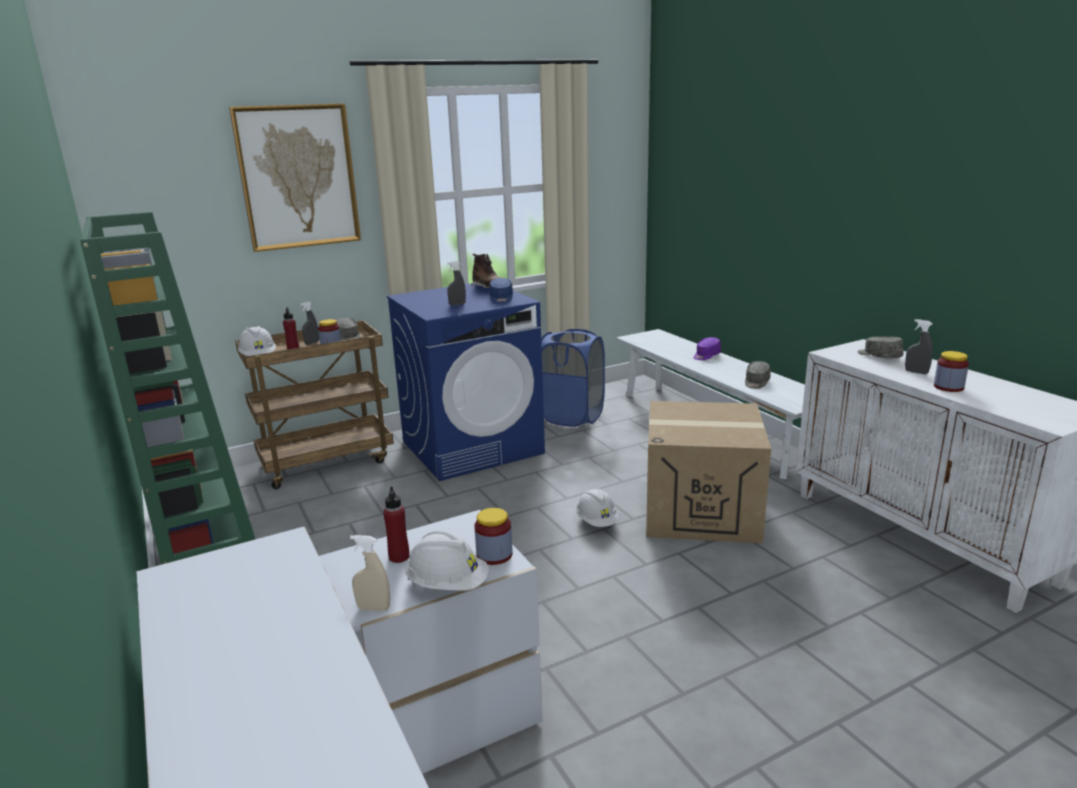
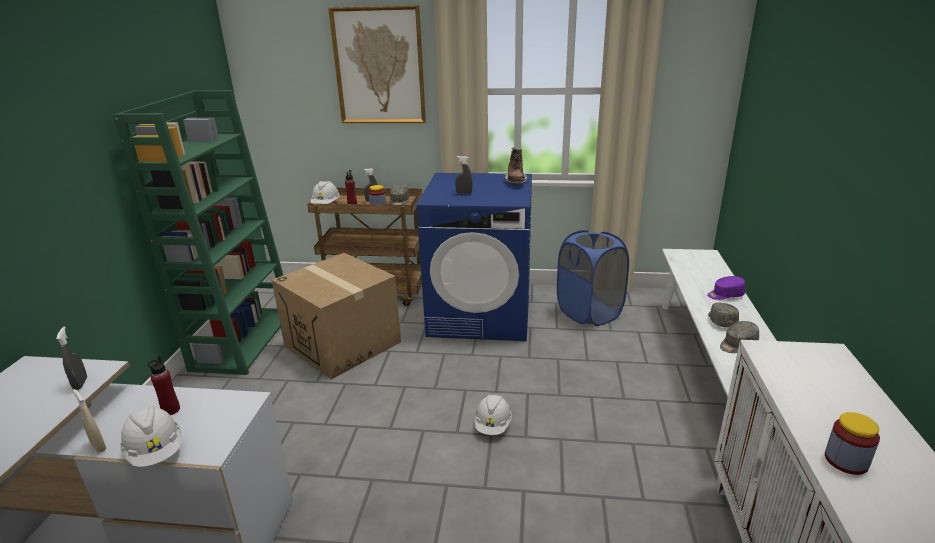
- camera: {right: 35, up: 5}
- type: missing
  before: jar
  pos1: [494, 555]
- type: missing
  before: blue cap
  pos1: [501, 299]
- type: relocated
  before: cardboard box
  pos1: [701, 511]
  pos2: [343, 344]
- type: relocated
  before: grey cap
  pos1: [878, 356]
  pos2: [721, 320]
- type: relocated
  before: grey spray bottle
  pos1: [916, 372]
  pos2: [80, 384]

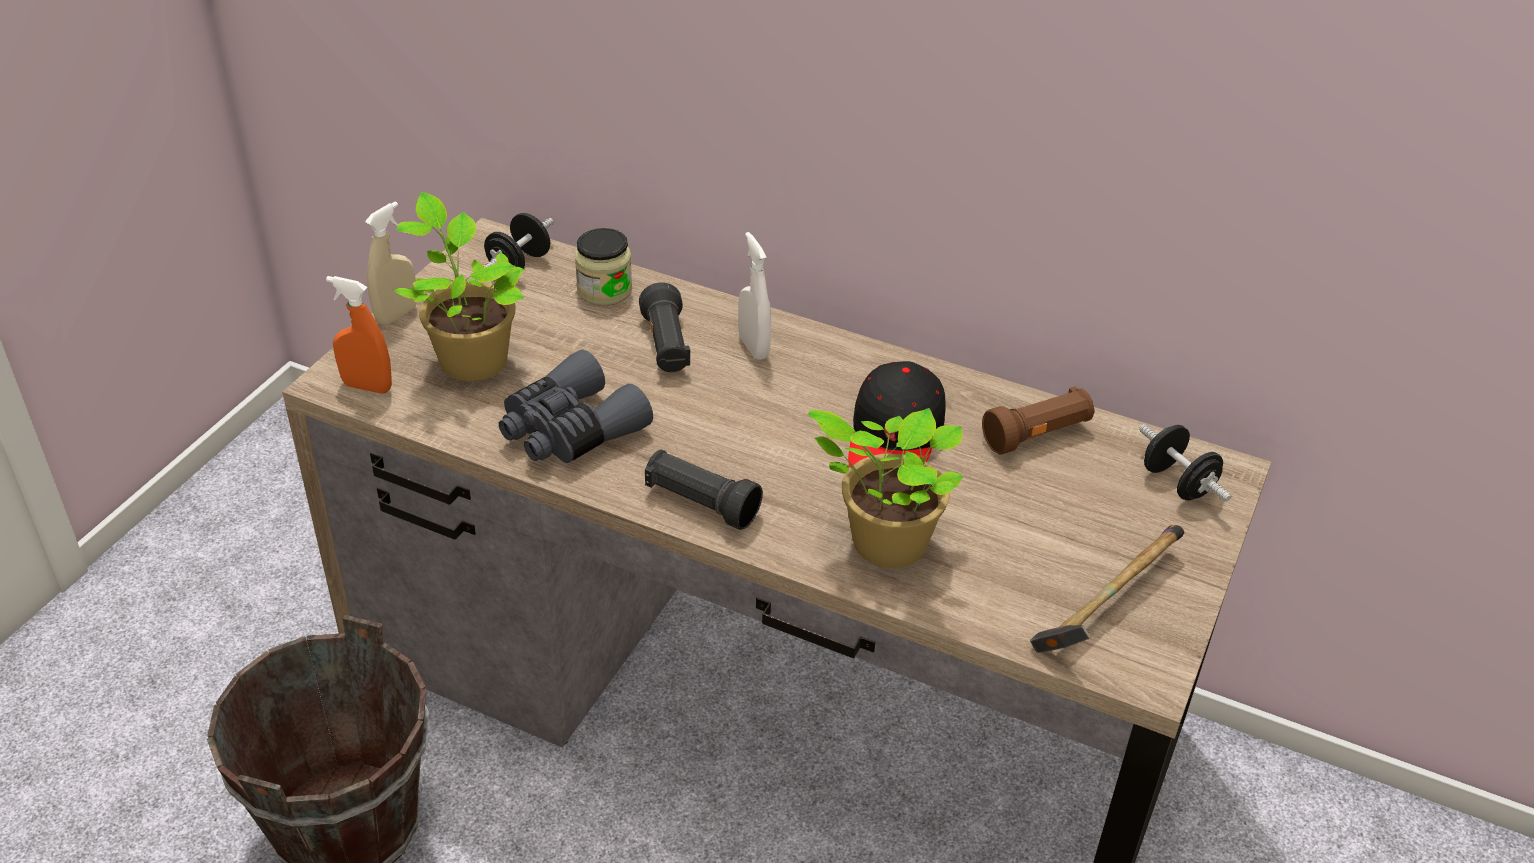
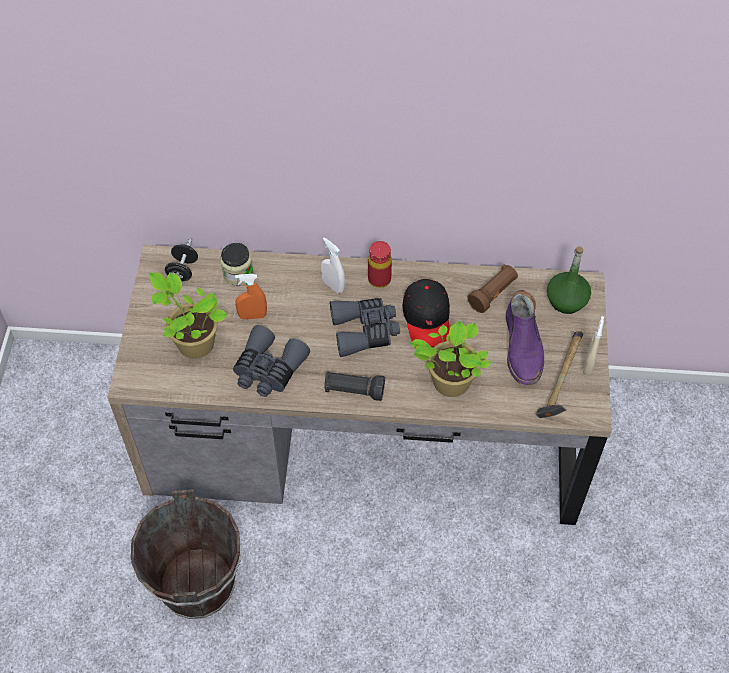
- camera: {right: -20, up: 15}
- type: relocated
  before: orange spray bottle
  pos1: [367, 386]
  pos2: [252, 316]
- type: relocated
  before: beige spray bottle
  pos1: [397, 314]
  pos2: [588, 365]
- type: missing
  before: black flashlight
  pos1: [666, 346]
- type: exchanged
  before: black dumbbell
  after: green bottle
  pos1: [1177, 483]
  pos2: [566, 300]
- type: appeared
  after: grey binoculars
  pos2: [365, 331]
- type: appeared
  after: red bottle
  pos2: [379, 279]
- type: appeared
  after: purple boot
  pos2: [523, 348]

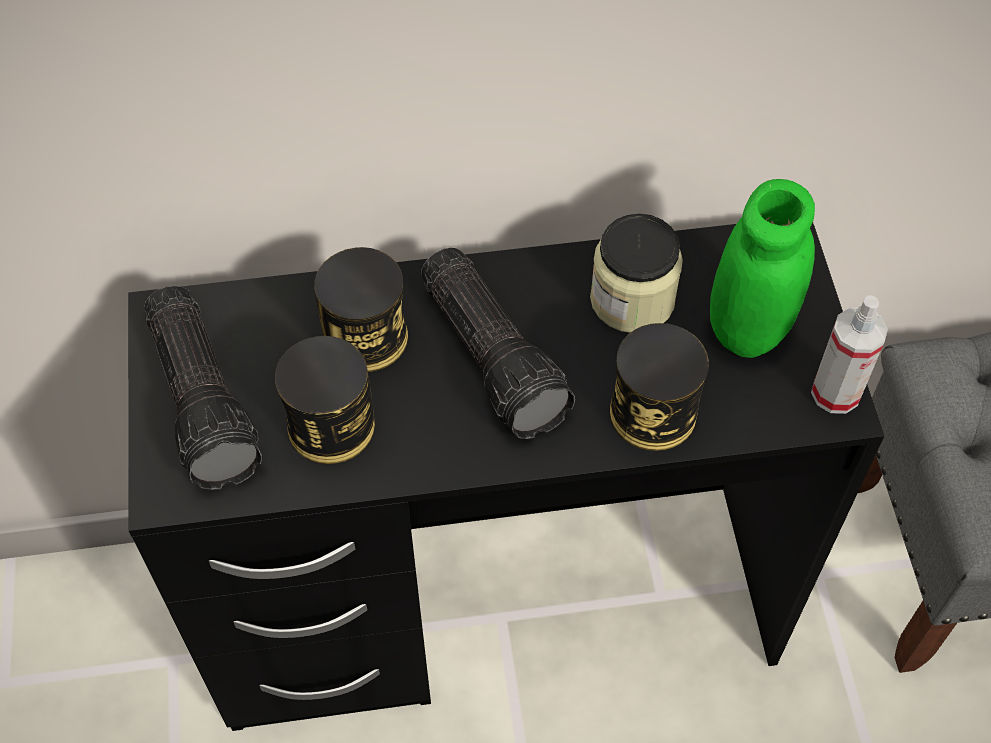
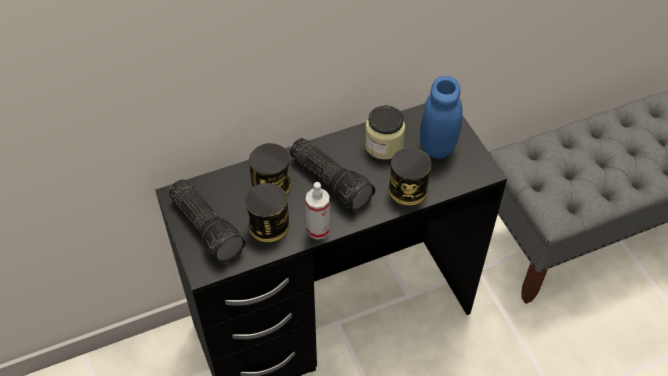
- camera: {right: -15, up: -5}
- type: colour
  before: green jar
  after: blue jar
  pos1: [749, 328]
  pos2: [437, 147]
- type: relocated
  before: spray bottle
  pos1: [835, 393]
  pos2: [318, 229]

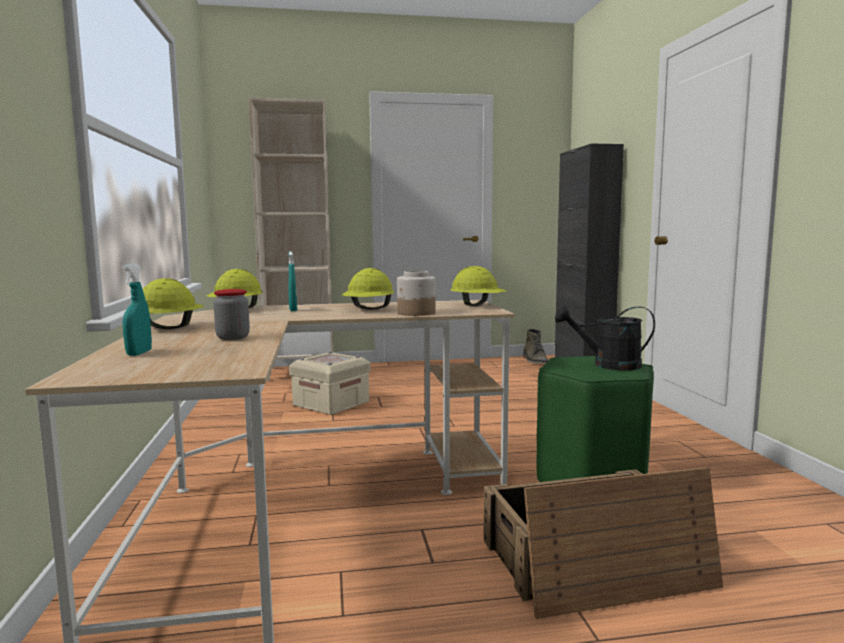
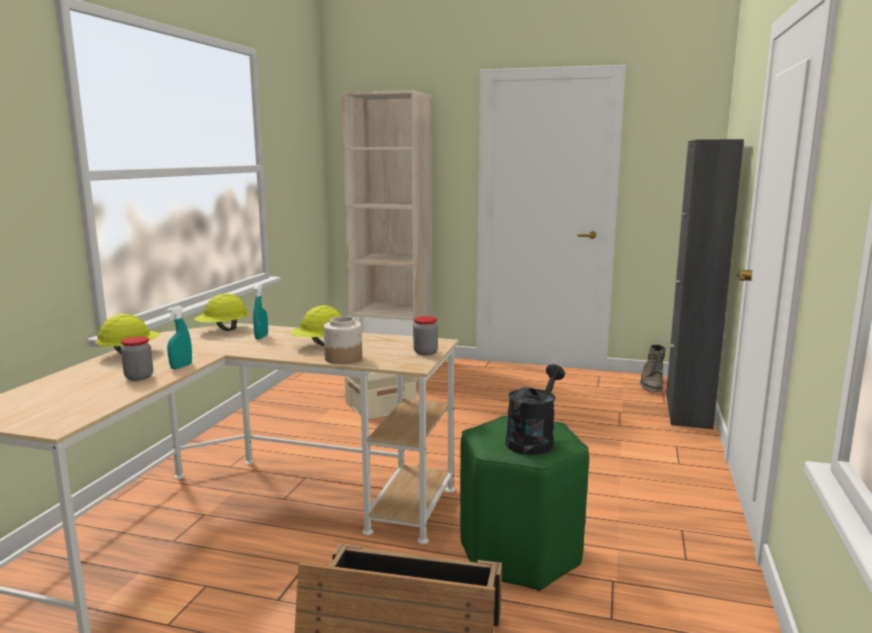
- camera: {right: 25, up: 5}
- type: relocated
  before: turquoise spray bottle
  pos1: [139, 353]
  pos2: [181, 367]
- type: exchanged
  before: yellow hard hat
  after: jar
  pos1: [478, 306]
  pos2: [425, 352]
- type: spun
  before: black watering can
  pos1: [608, 365]
  pos2: [533, 440]
  turn: 90

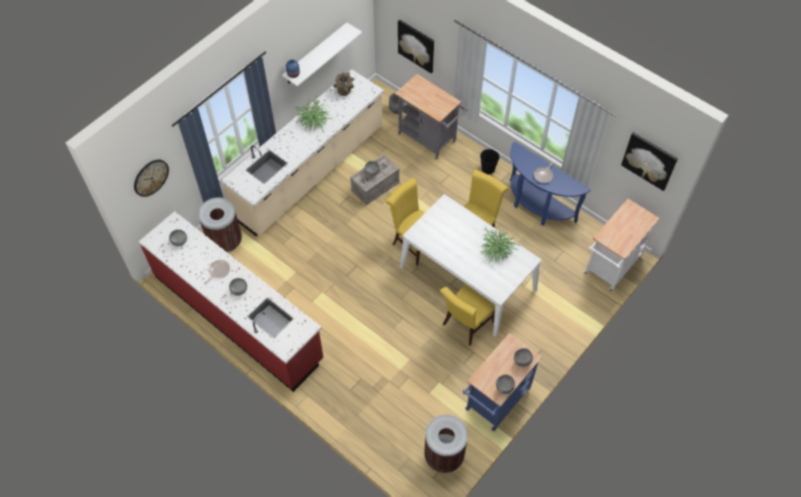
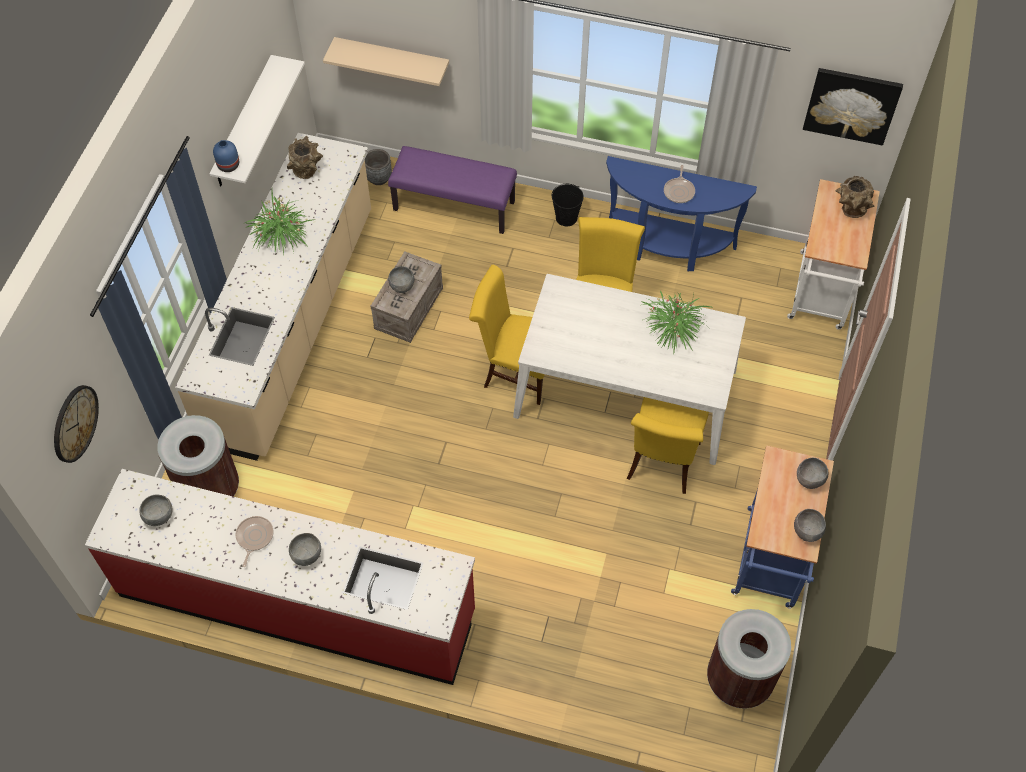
- camera: {right: -25, up: 0}
- type: exchanged
  before: grey cart
  after: purple bench
  pos1: [430, 139]
  pos2: [454, 205]
- type: exchanged
  before: picture
  after: beige shelf
  pos1: [416, 45]
  pos2: [392, 59]
- type: appeared
  after: brown vase
  pos2: [850, 211]

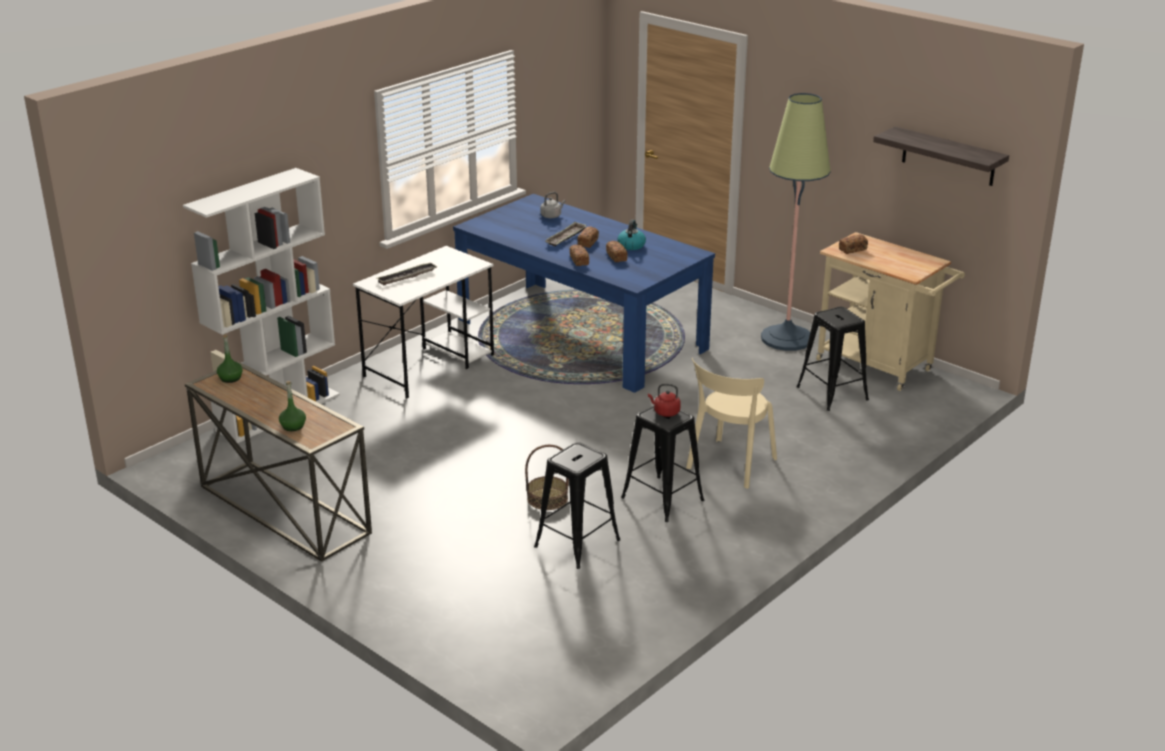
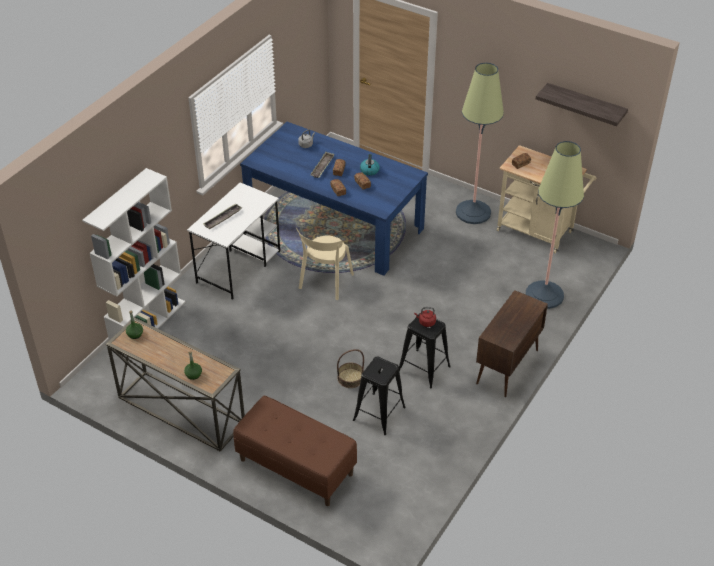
- camera: {right: -10, up: 15}
- type: relocated
  before: beige chair
  pos1: [729, 465]
  pos2: [325, 283]
- type: missing
  before: black stool
  pos1: [832, 393]
- type: appeared
  after: brown bench
  pos2: [295, 467]
- type: appeared
  after: brown cabinet
  pos2: [507, 367]
- type: appeared
  after: floor lamp
  pos2: [544, 295]

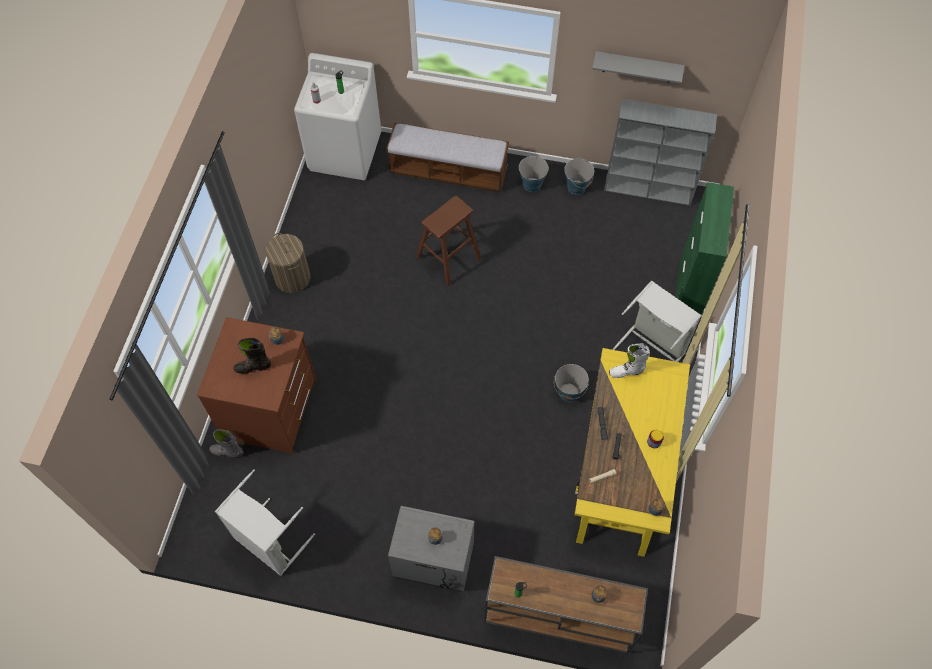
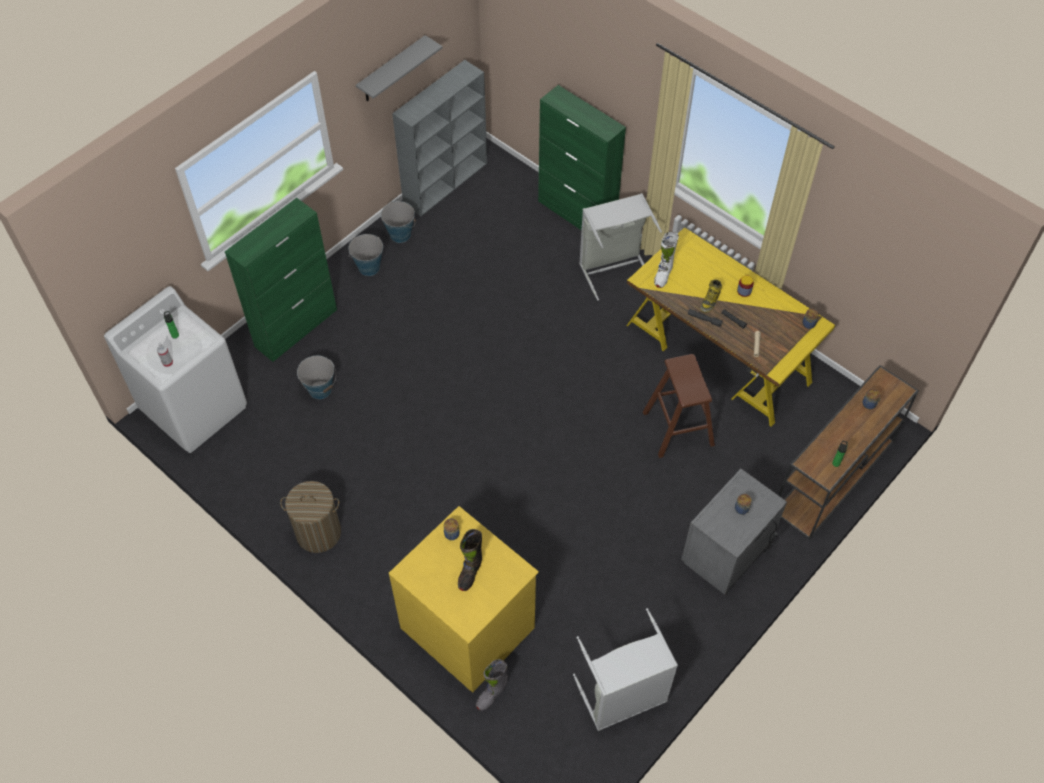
- camera: {right: -60, up: -5}
- type: colour
  before: brown dresser
  after: yellow dresser
  pos1: [272, 410]
  pos2: [469, 626]
- type: exchanged
  before: bench
  after: green cabinet
  pos1: [448, 171]
  pos2: [296, 328]
- type: relocated
  before: brown stool
  pos1: [448, 258]
  pos2: [678, 428]
- type: relocated
  before: bucket
  pos1: [569, 392]
  pos2: [320, 389]
- type: appeared
  after: boot
  pos2: [710, 300]

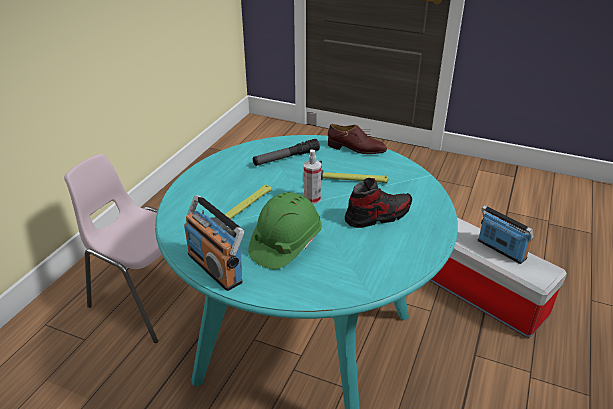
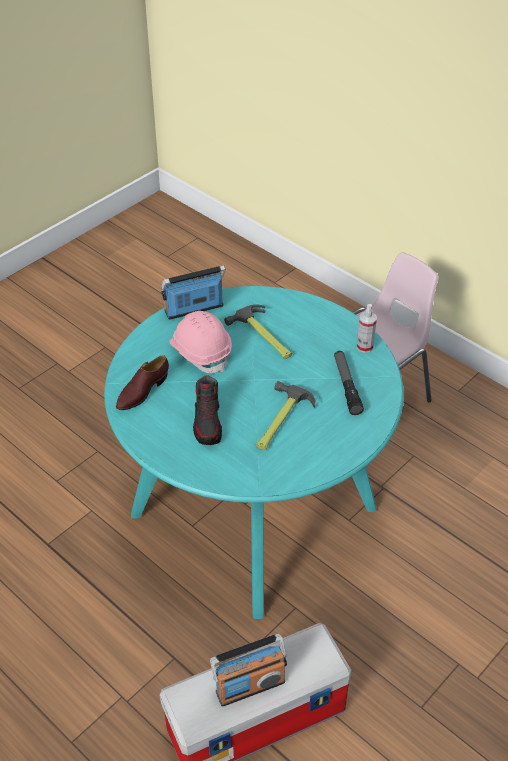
- camera: {right: 110, up: 10}
- type: colour
  before: green hard hat
  after: pink hard hat
  pos1: [285, 244]
  pos2: [201, 352]
- type: relocated
  before: spray bottle
  pos1: [312, 199]
  pos2: [364, 347]
- type: relocated
  before: brown shoe
  pos1: [356, 149]
  pos2: [142, 391]

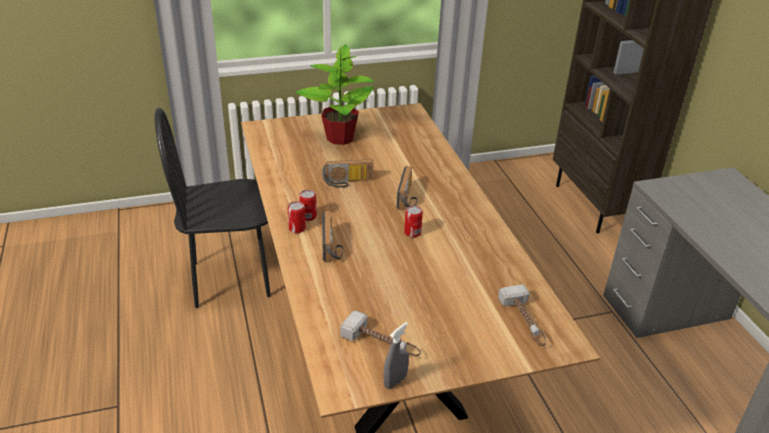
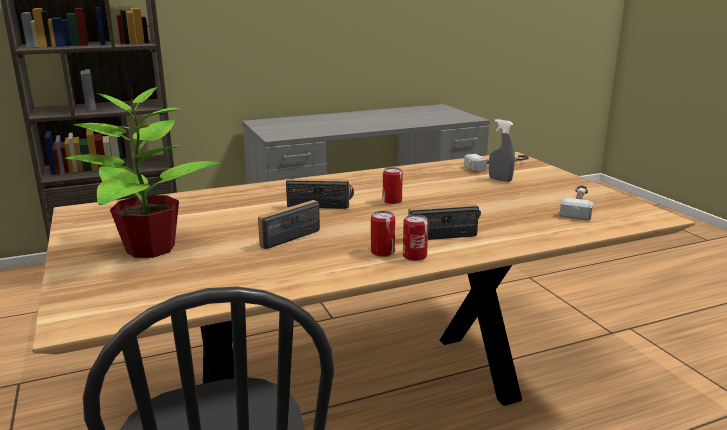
- camera: {right: -95, up: -15}
- type: spun
  before: radio
  pos1: [348, 182]
  pos2: [288, 235]
  turn: -120
- type: relocated
  before: grey spray bottle
  pos1: [395, 381]
  pos2: [500, 180]

